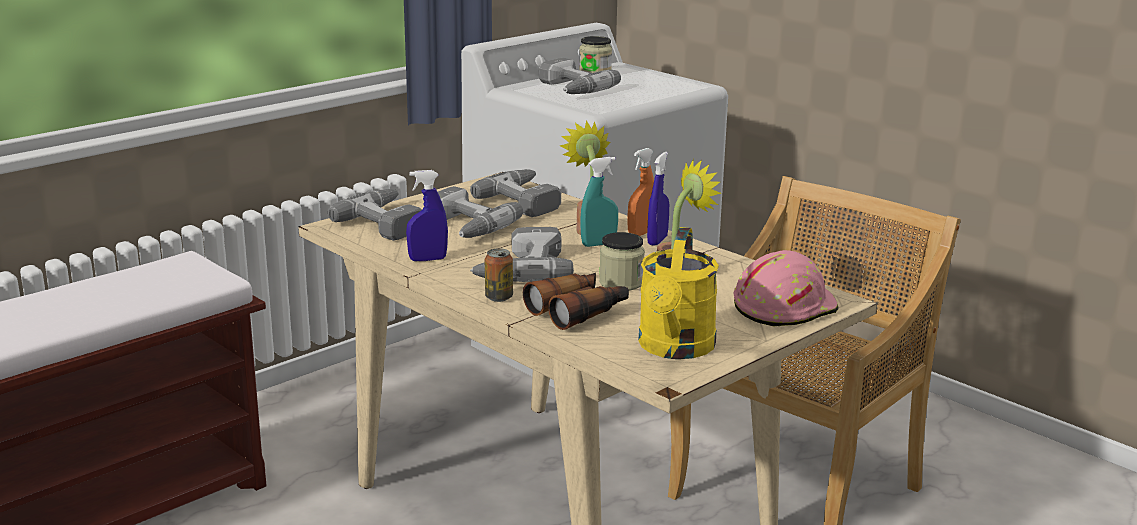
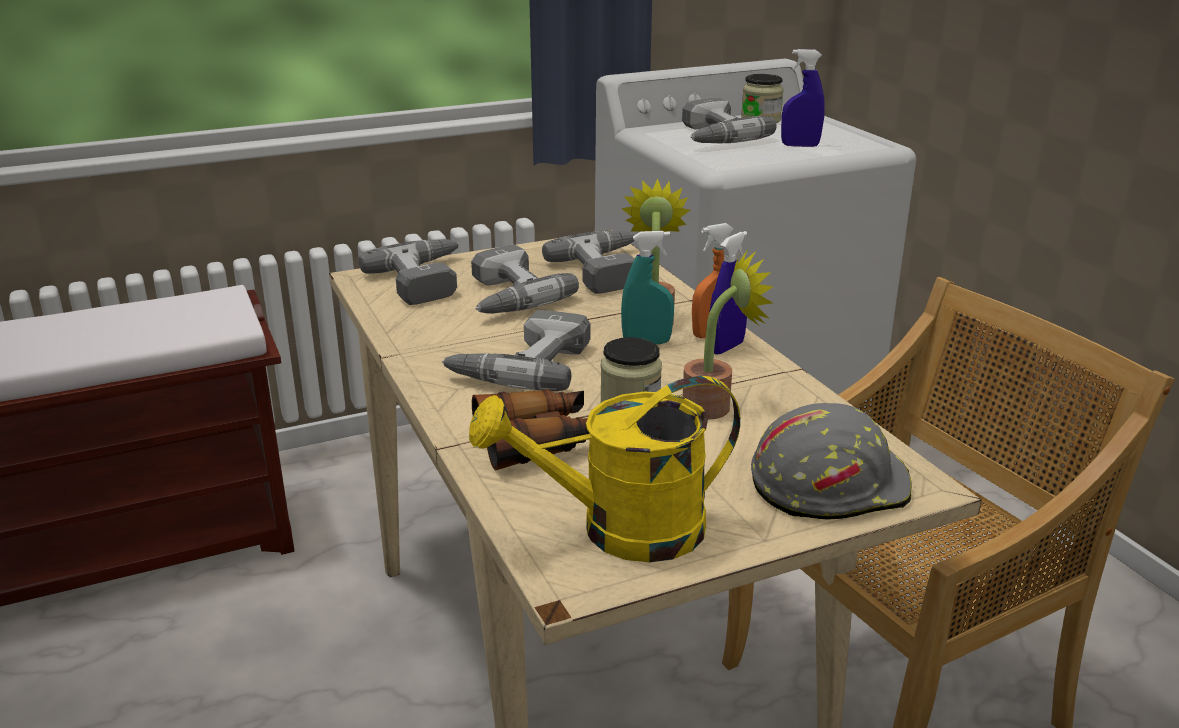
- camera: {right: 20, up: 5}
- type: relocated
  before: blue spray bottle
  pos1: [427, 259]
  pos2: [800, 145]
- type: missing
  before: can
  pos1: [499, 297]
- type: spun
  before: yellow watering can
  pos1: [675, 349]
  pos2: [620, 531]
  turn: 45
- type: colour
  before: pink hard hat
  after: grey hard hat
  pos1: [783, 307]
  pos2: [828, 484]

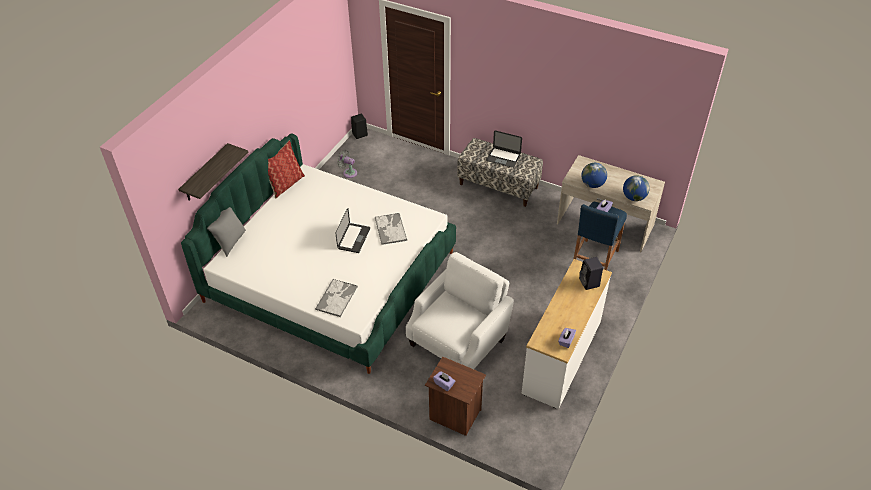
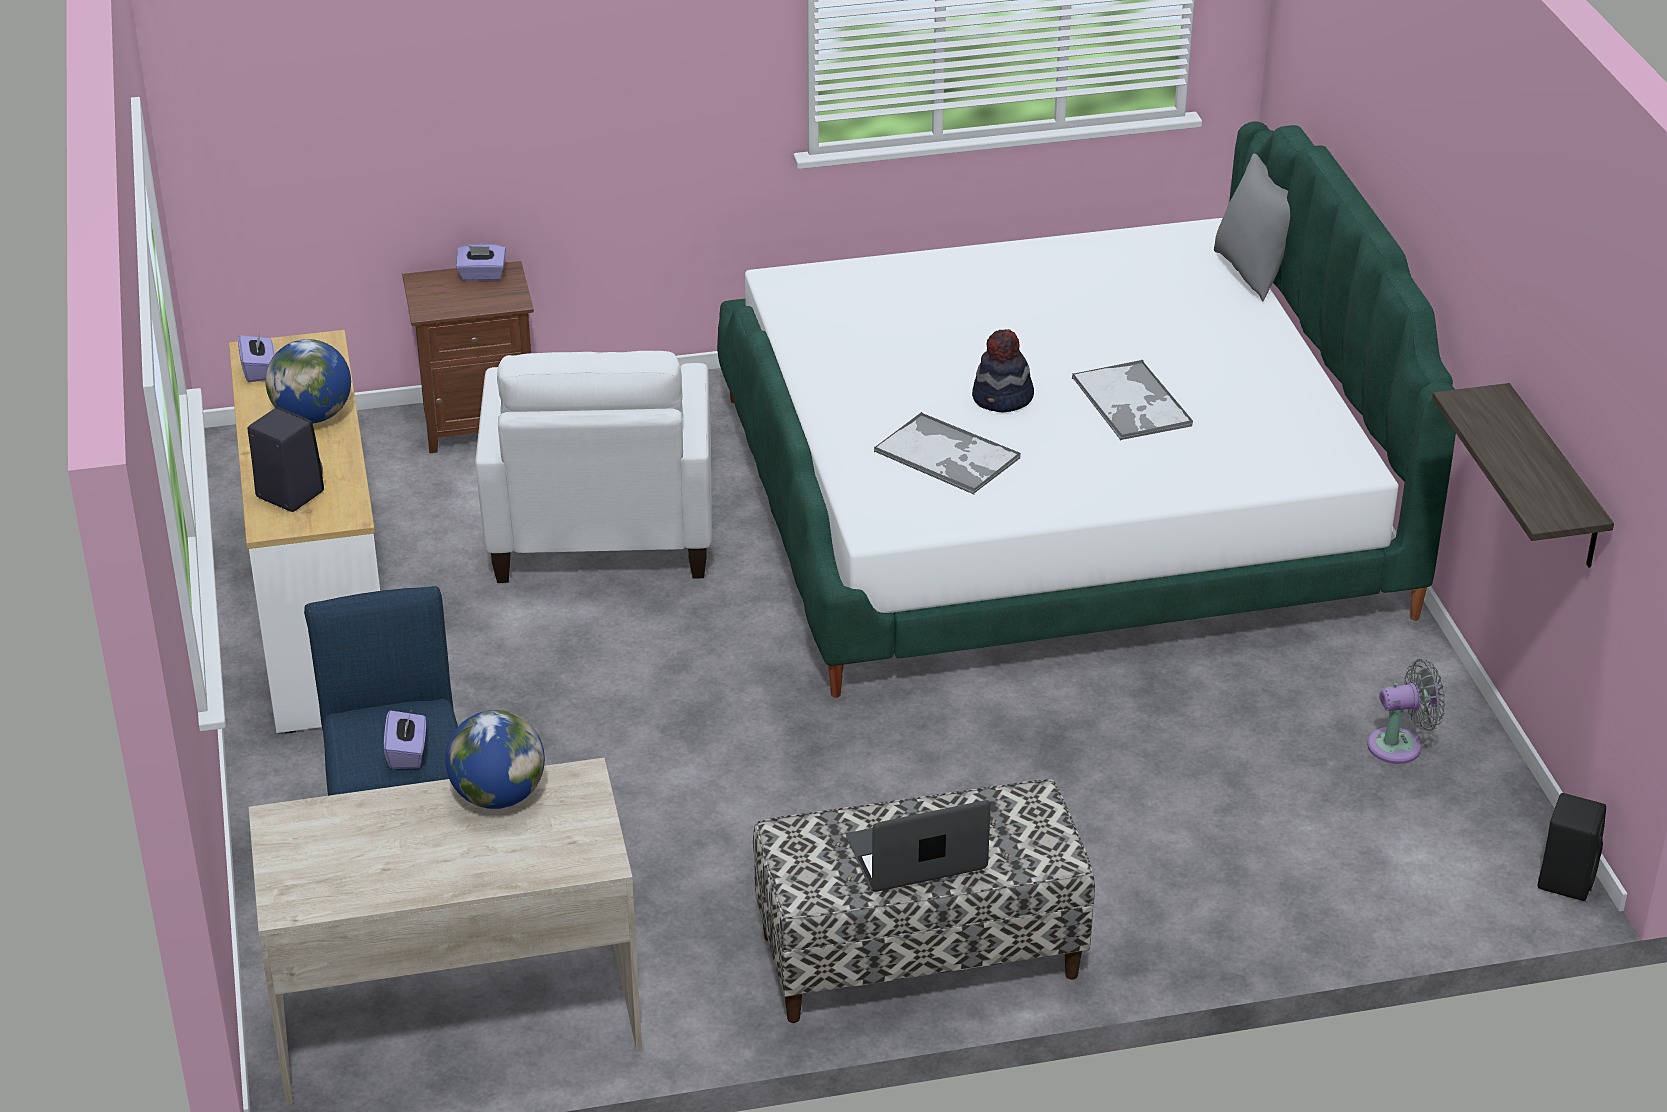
- camera: {right: 140, up: -10}
- type: relocated
  before: shelf
  pos1: [205, 173]
  pos2: [1554, 480]
- type: missing
  before: pillow
  pos1: [285, 184]
- type: relocated
  before: tray
  pos1: [336, 298]
  pos2: [1132, 403]
- type: exchanged
  before: laptop
  after: hat
  pos1: [354, 238]
  pos2: [1003, 399]
- type: relocated
  before: globe
  pos1: [634, 197]
  pos2: [312, 416]

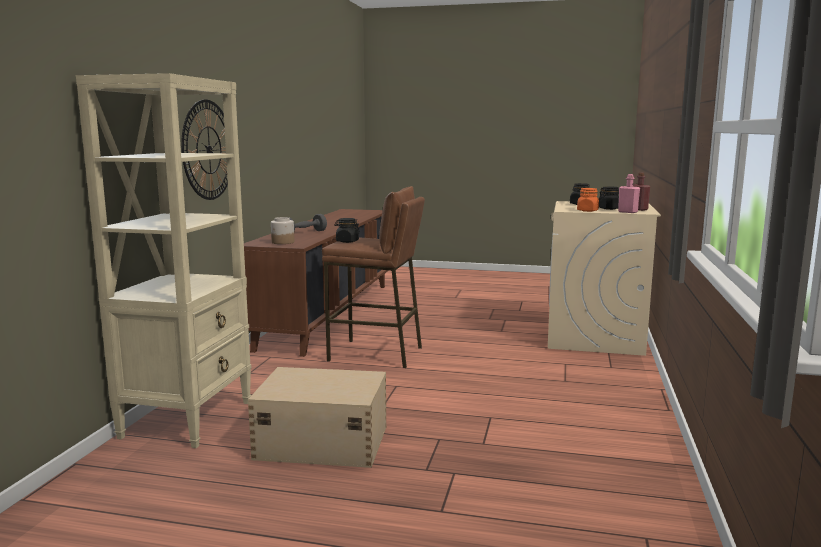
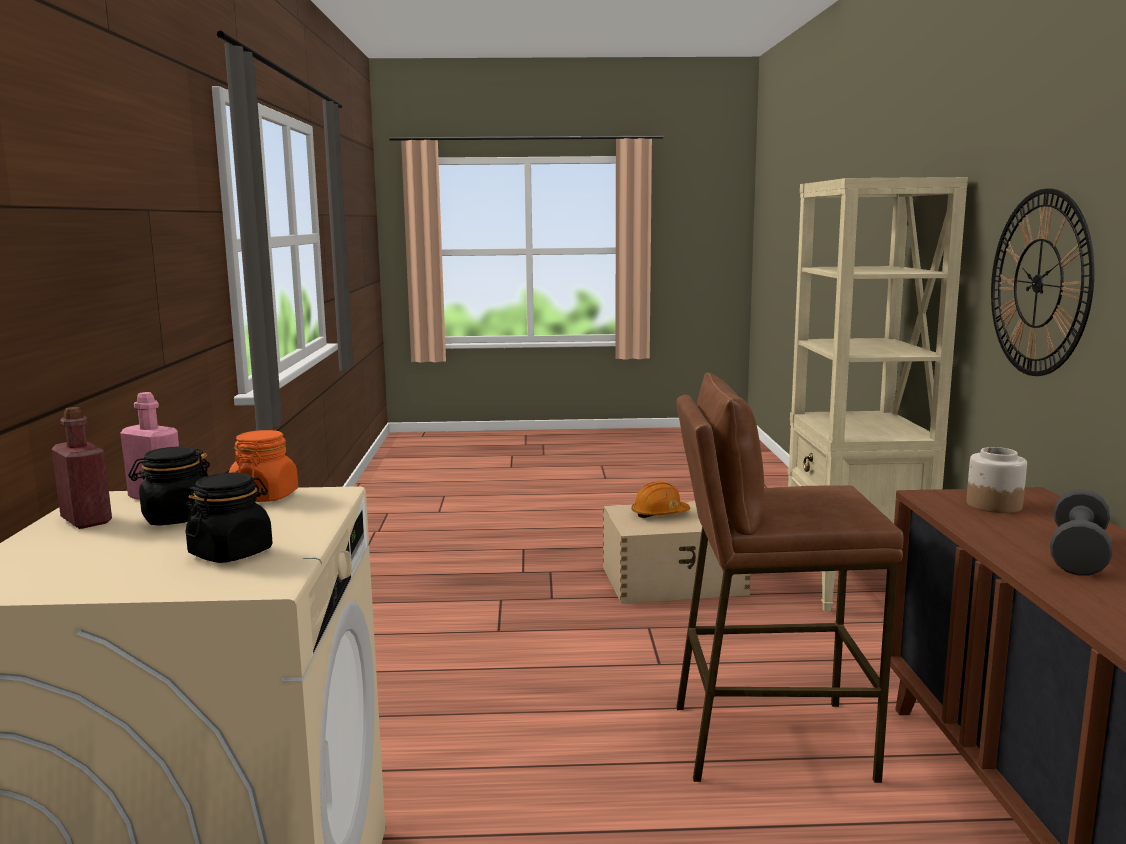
- camera: {right: 165, up: 0}
- type: missing
  before: black jar
  pos1: [347, 241]
- type: appeared
  after: orange hard hat
  pos2: [659, 514]

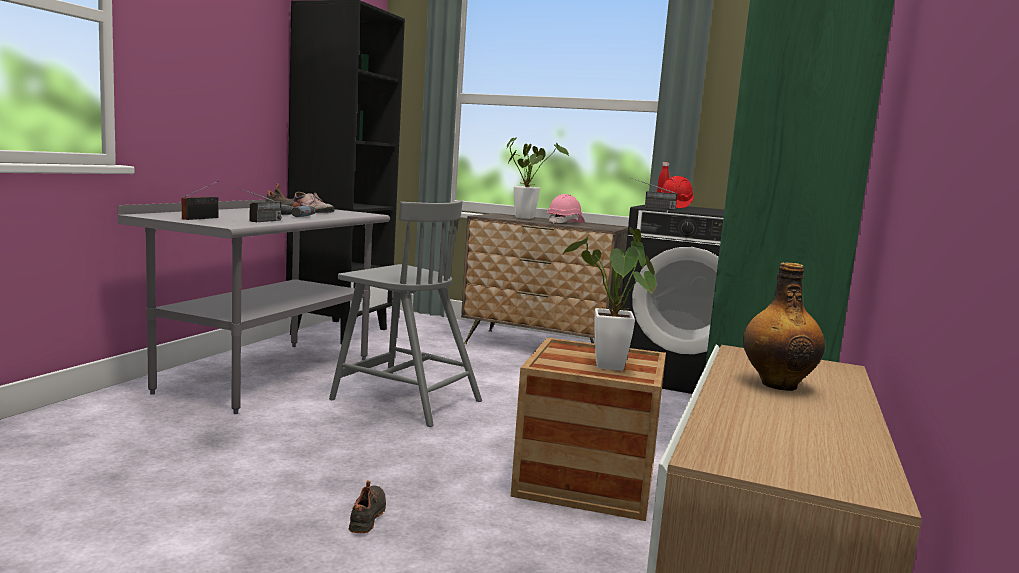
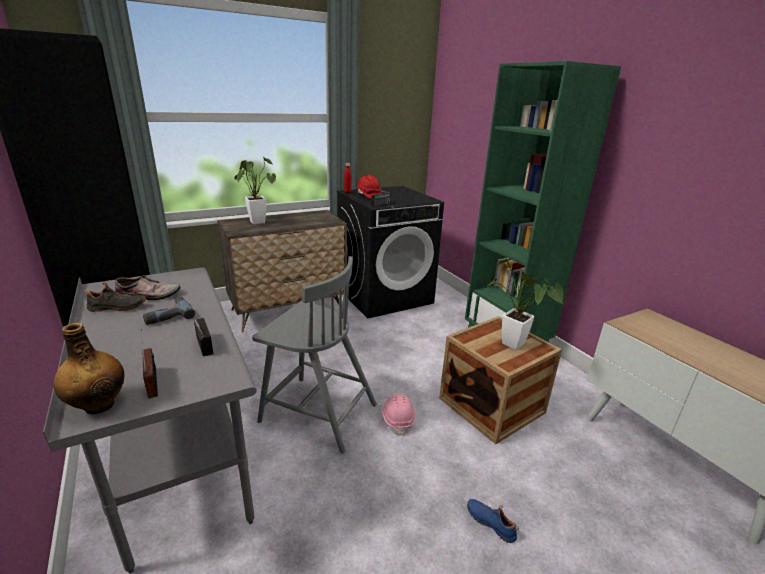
- camera: {right: -50, up: 15}
- type: spun
  before: grey chair
  pos1: [404, 399]
  pos2: [317, 412]
  turn: 45
- type: colour
  before: black shoe
  after: blue shoe
  pos1: [369, 516]
  pos2: [491, 522]
- type: relocated
  before: pink hard hat
  pos1: [565, 223]
  pos2: [398, 420]
- type: relocated
  before: bottle
  pos1: [777, 384]
  pos2: [98, 405]

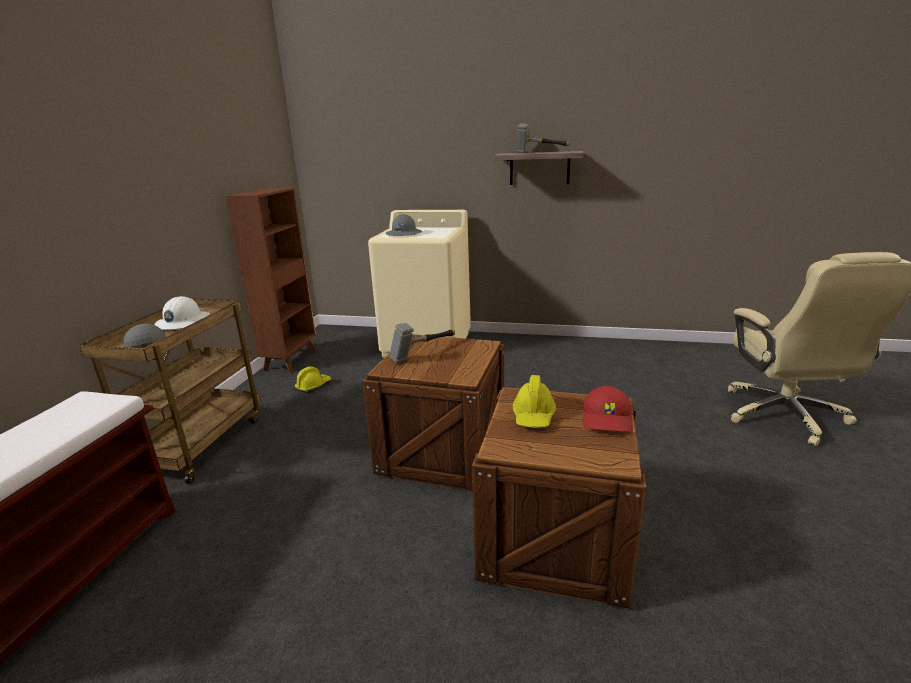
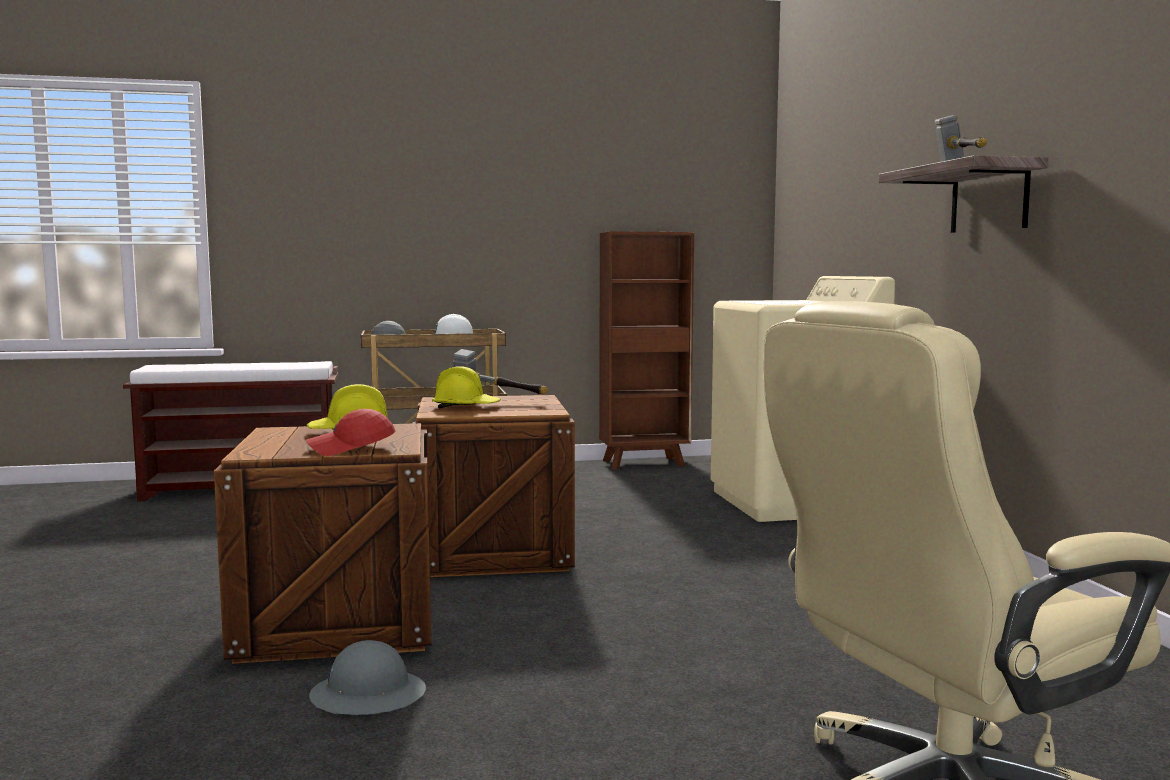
- camera: {right: 65, up: -15}
- type: relocated
  before: yellow hard hat
  pos1: [313, 386]
  pos2: [466, 407]
- type: relocated
  before: grey hard hat
  pos1: [404, 234]
  pos2: [368, 695]

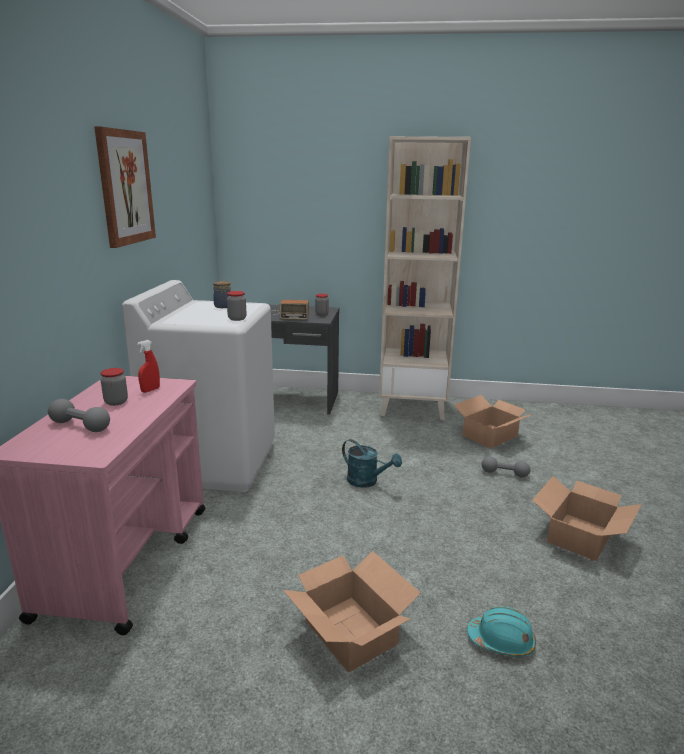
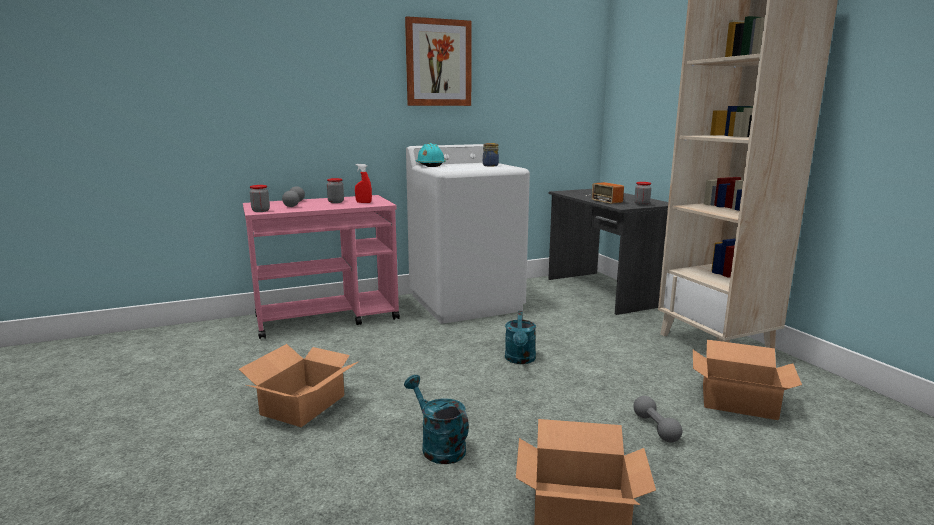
- camera: {right: 60, up: -5}
- type: relocated
  before: jar
  pos1: [237, 319]
  pos2: [260, 211]
- type: relocated
  before: turquoise hard hat
  pos1: [501, 641]
  pos2: [430, 165]
- type: appeared
  after: turquoise watering can
  pos2: [438, 446]

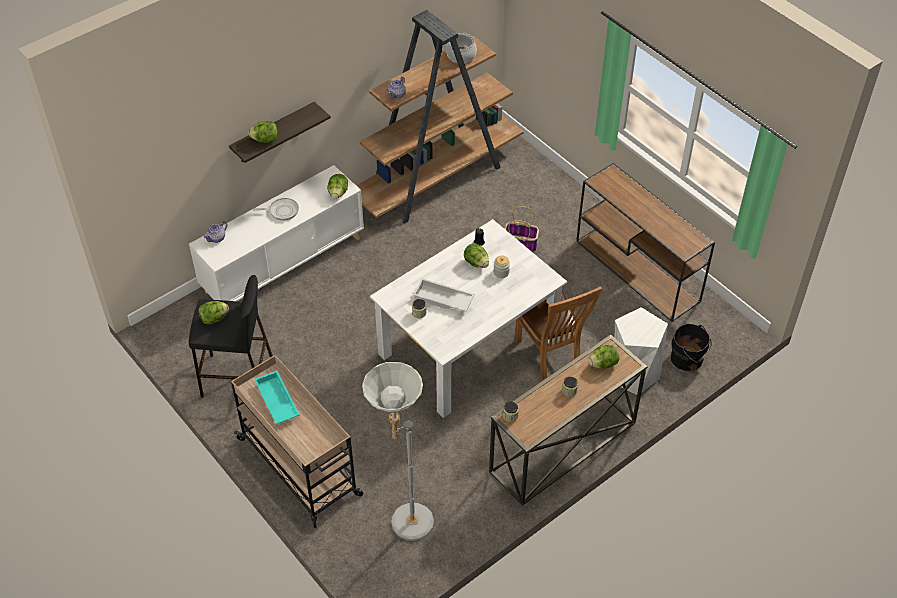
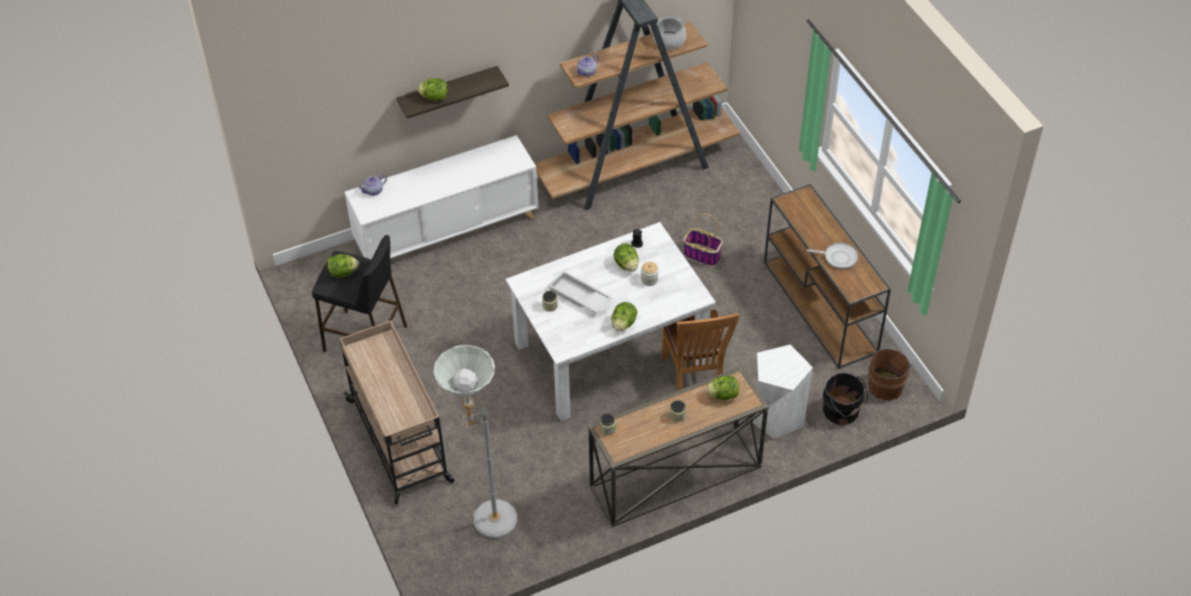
- camera: {right: 15, up: 0}
- type: relocated
  before: frying pan
  pos1: [282, 211]
  pos2: [838, 257]
- type: missing
  before: turquoise tray
  pos1: [276, 401]
- type: relocated
  before: lettuce
  pos1: [338, 193]
  pos2: [623, 324]
- type: appeared
  after: brown bucket
  pos2: [885, 385]

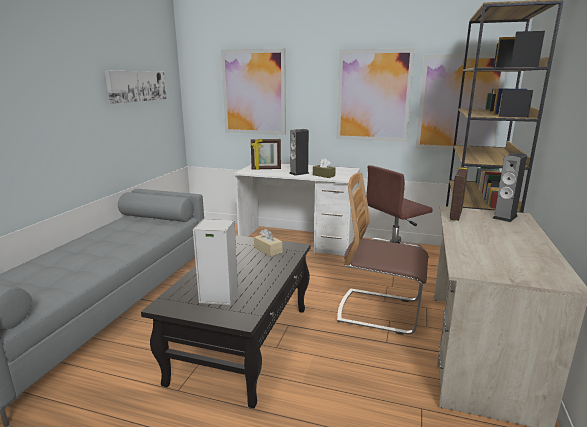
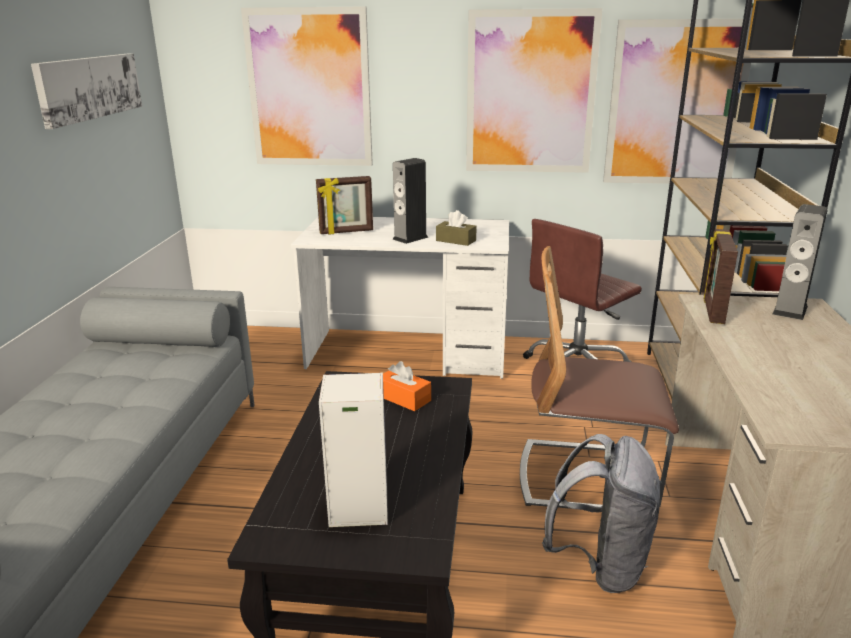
- camera: {right: -10, up: 5}
- type: colour
  before: beige tissue box
  after: orange tissue box
  pos1: [268, 250]
  pos2: [404, 398]
- type: appeared
  after: grey backpack
  pos2: [600, 564]

